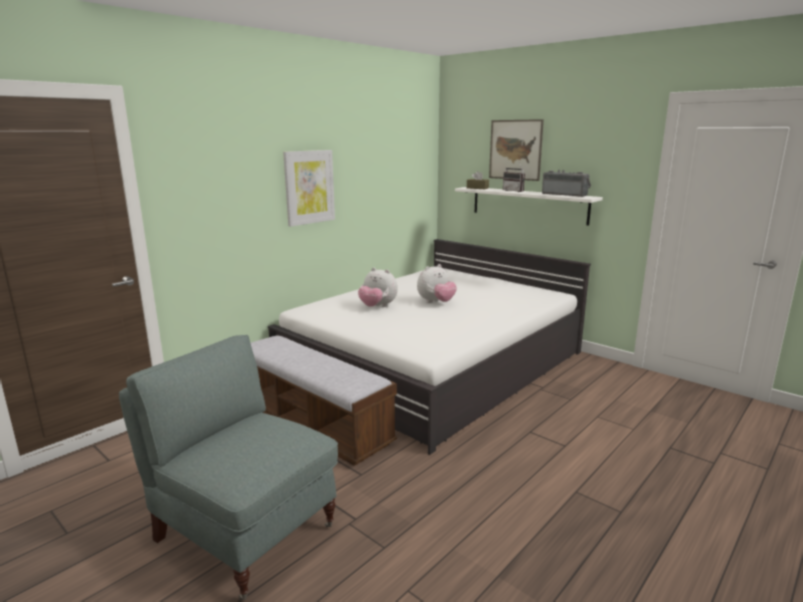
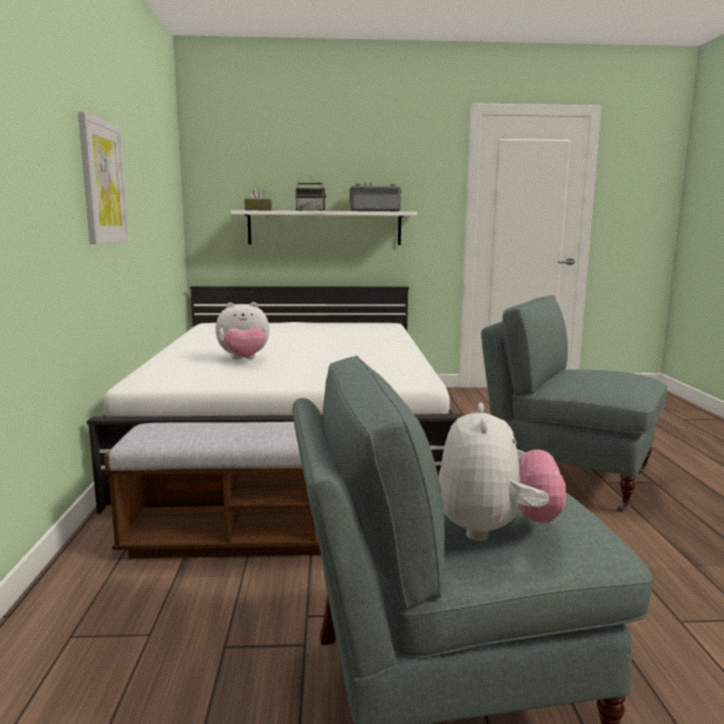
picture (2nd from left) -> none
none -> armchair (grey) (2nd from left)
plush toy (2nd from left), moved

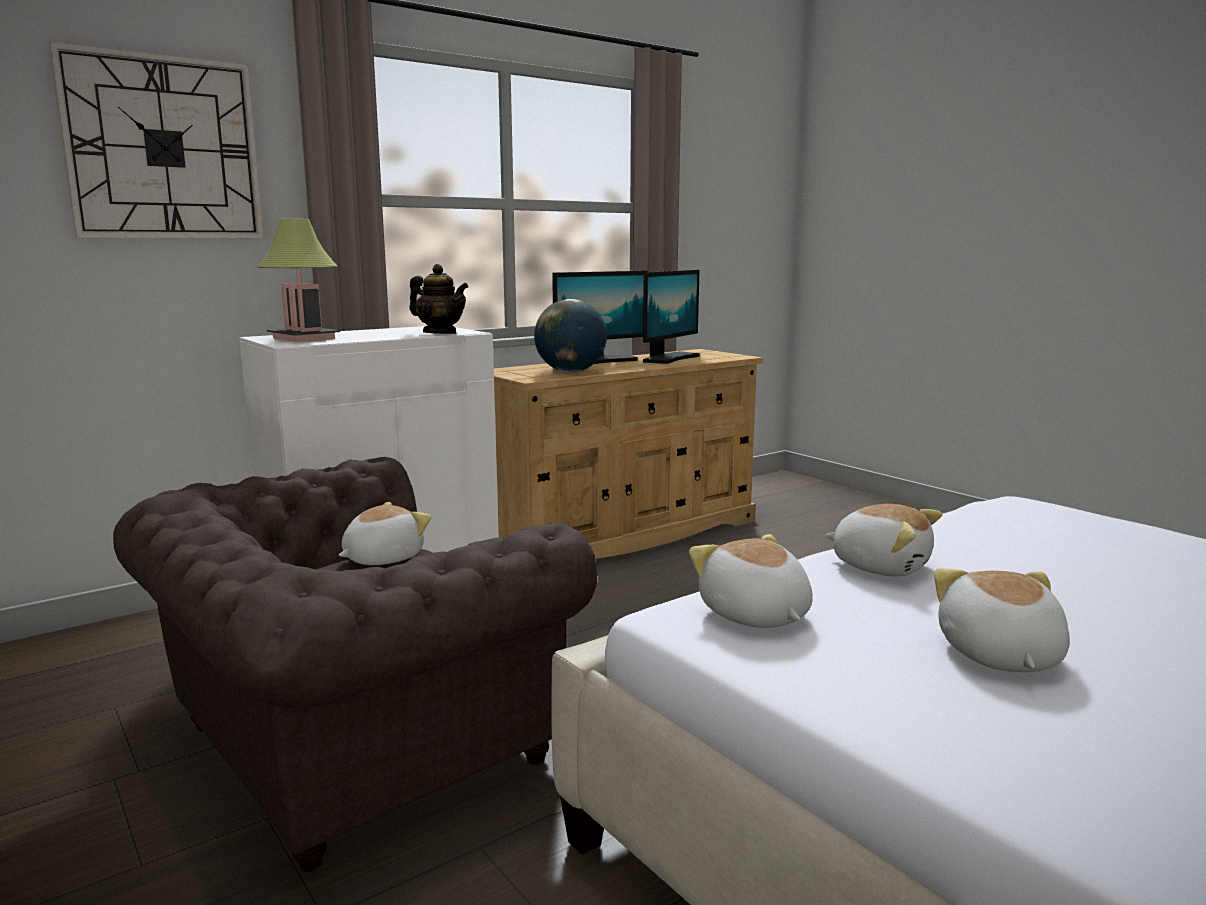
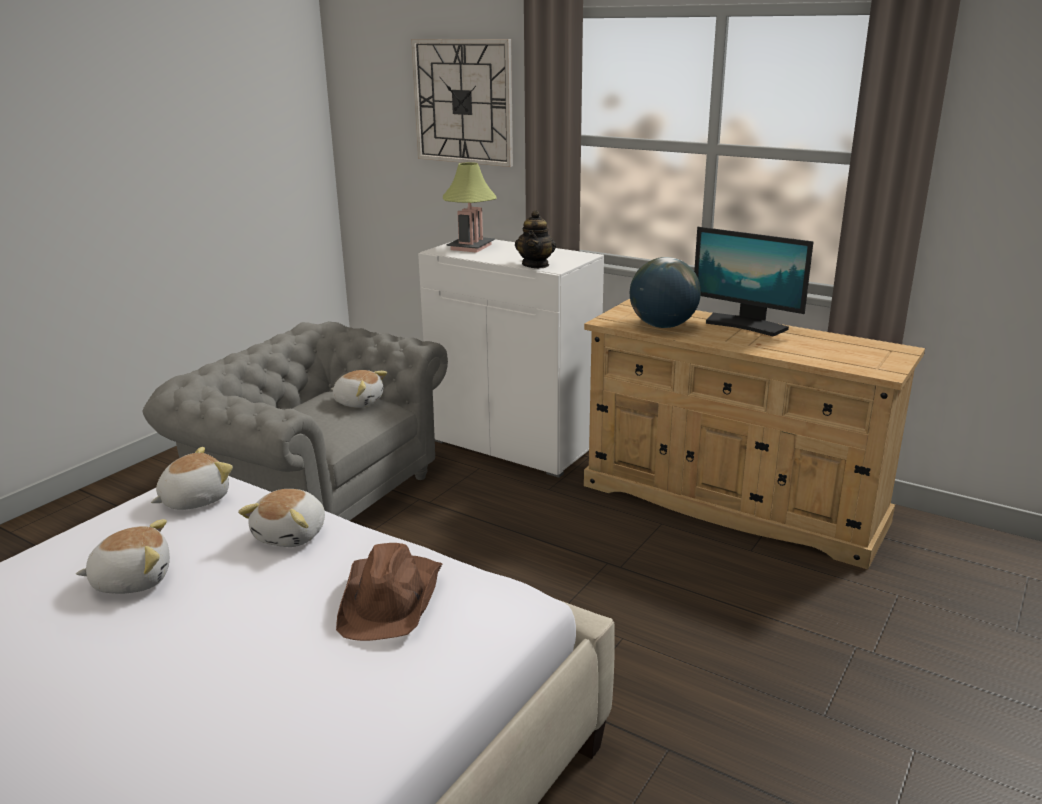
monitor (2nd from left) -> none
none -> hat (brown)
armchair (brown) -> armchair (grey)

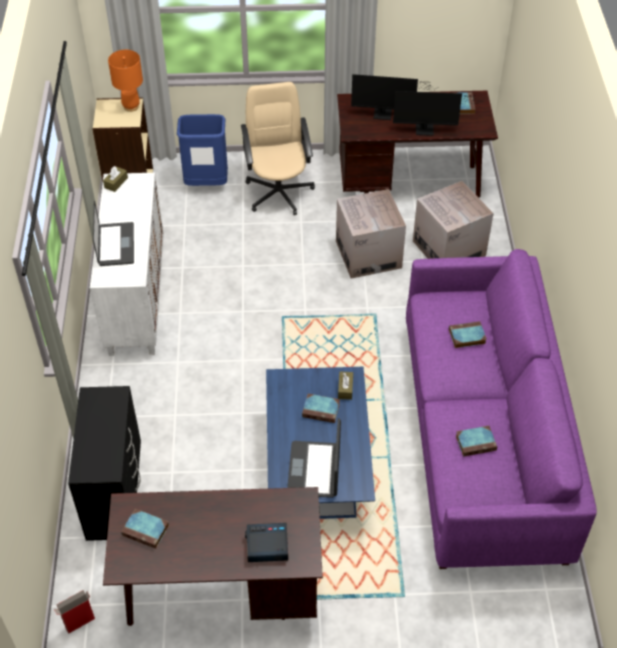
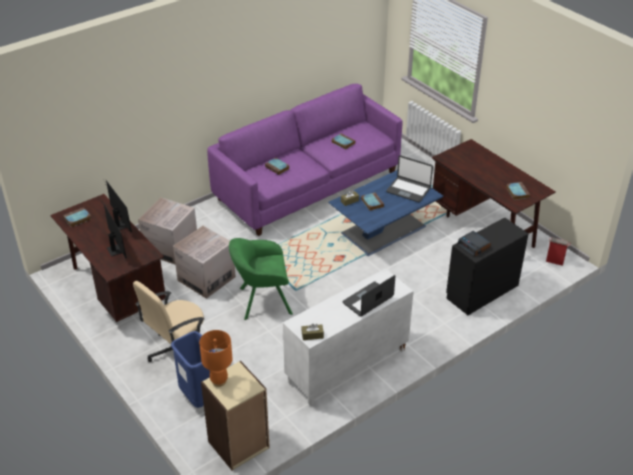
none -> armchair (green)
alarm clock, moved
laptop (2nd from left), 60 degrees clockwise

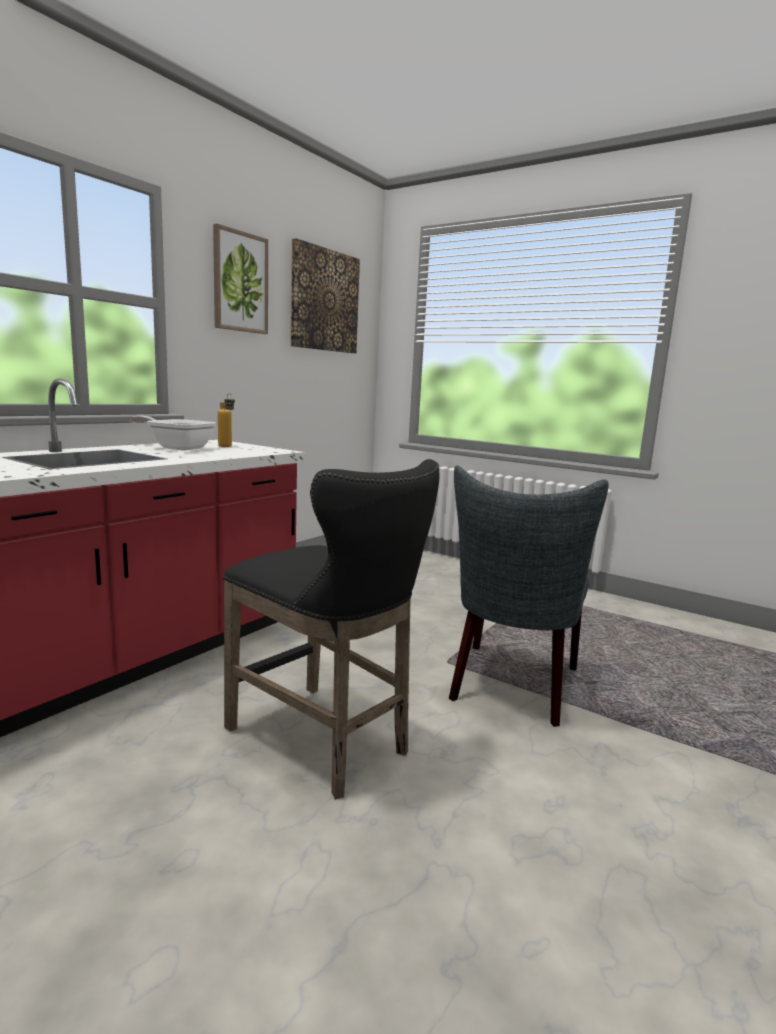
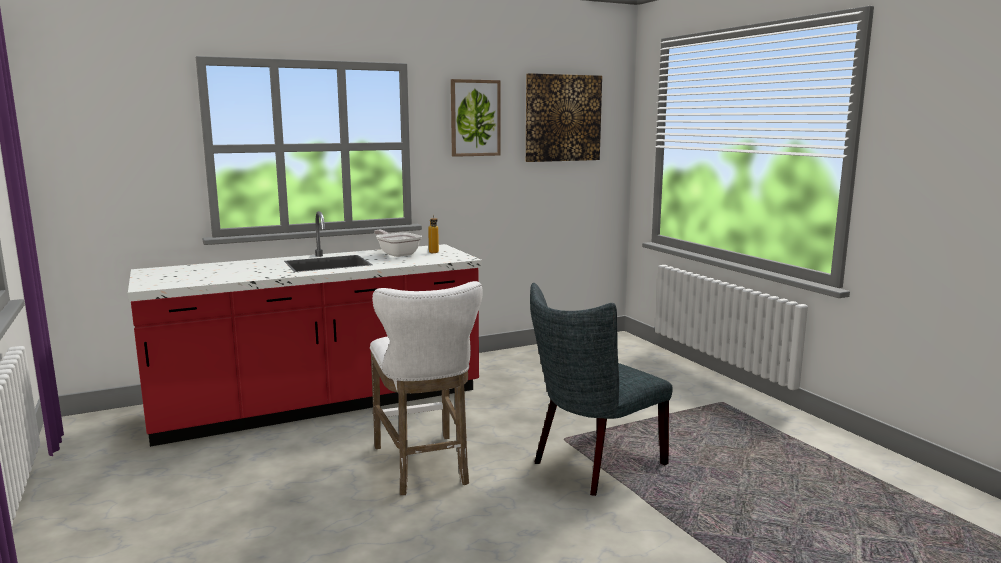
stool (black) -> stool (white)

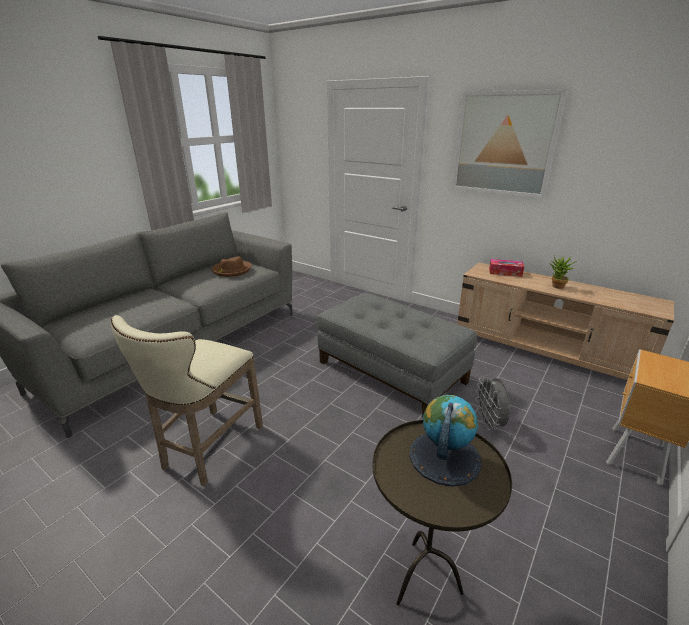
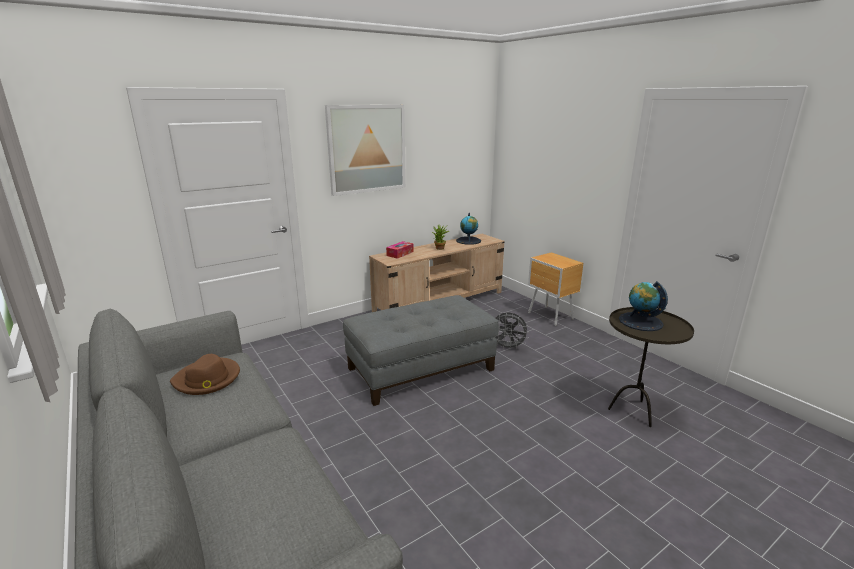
stool (beige) -> none
none -> globe (1st from left)

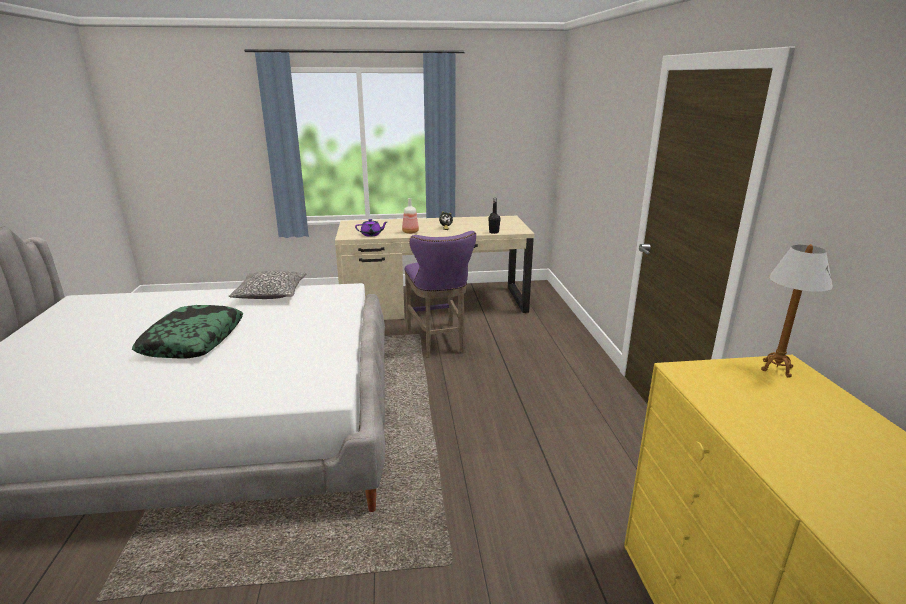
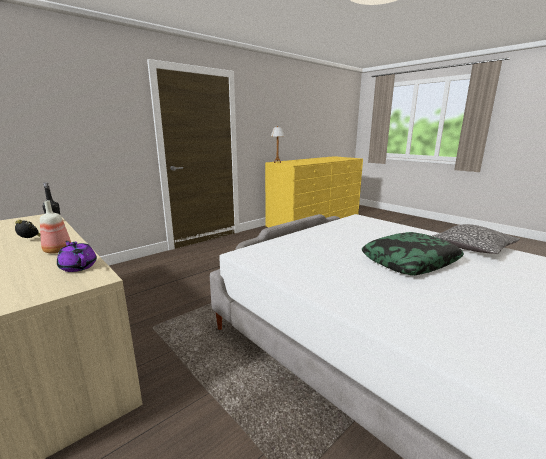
stool (purple) -> none
pillow (2nd from left), moved

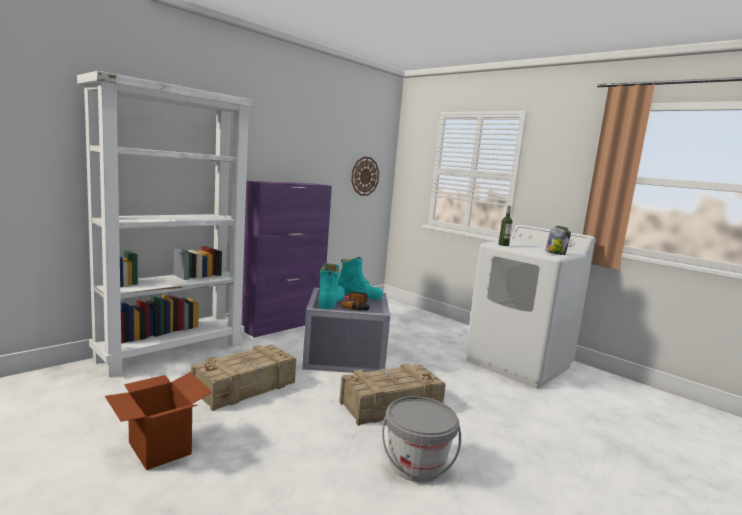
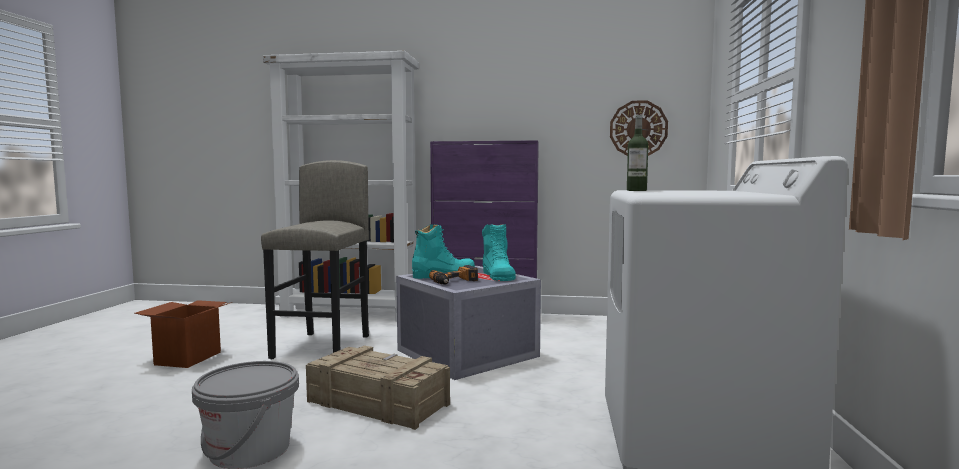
jar -> none
crate (1st from left) -> stool (grey)

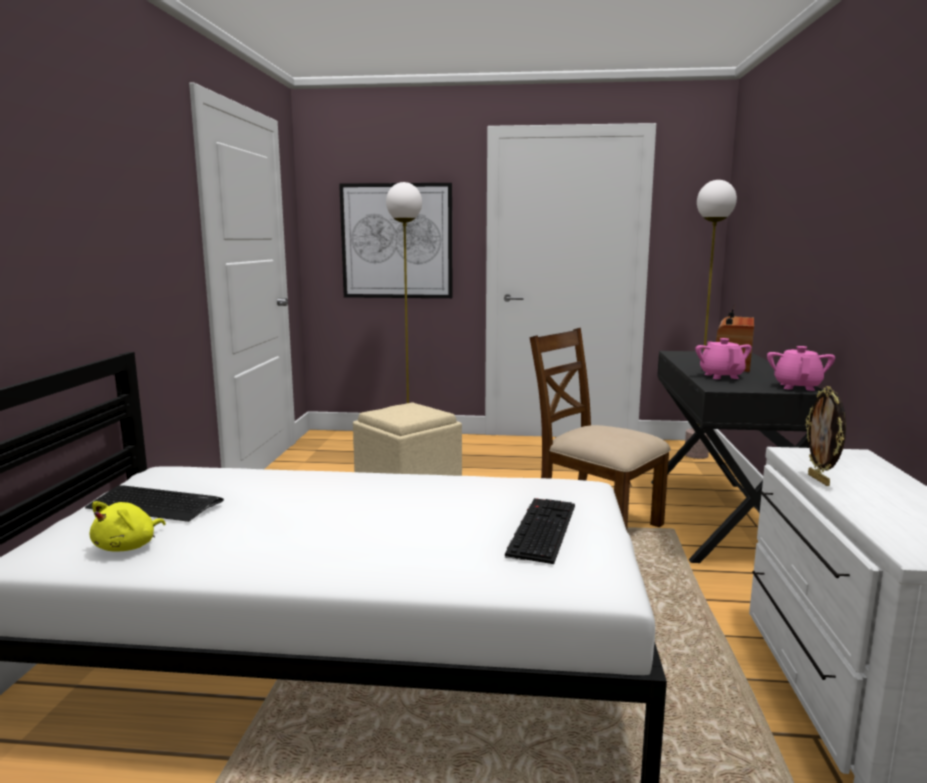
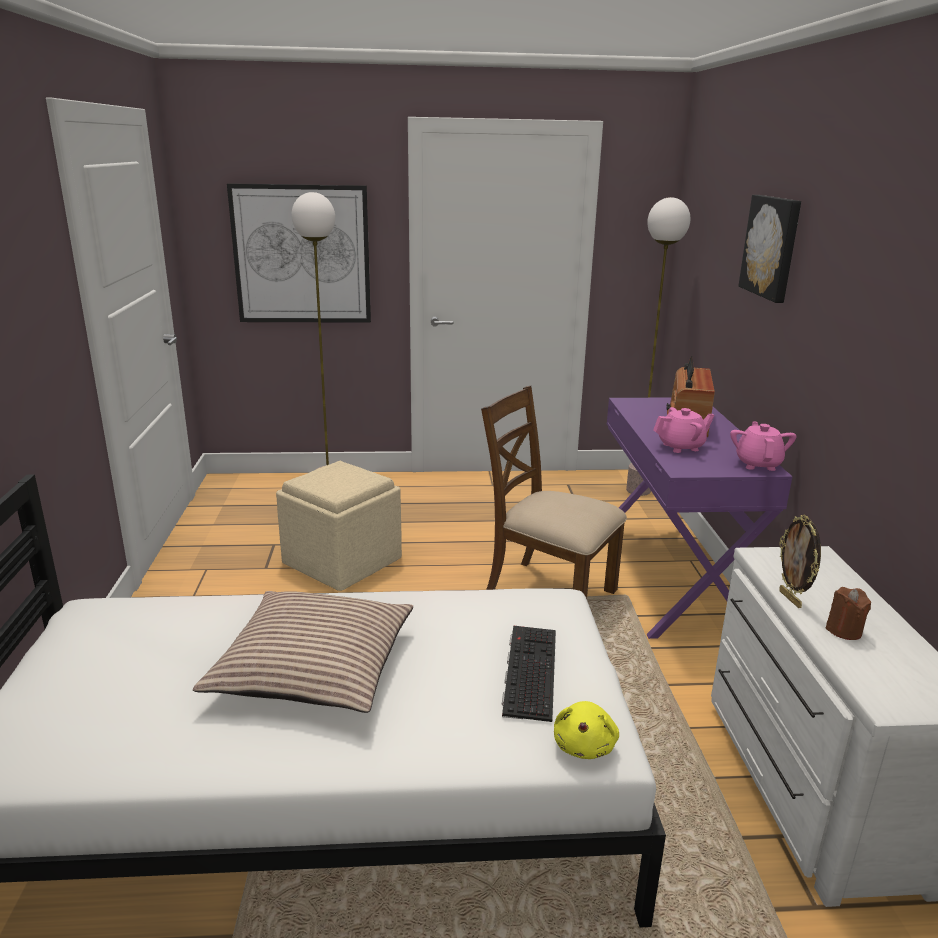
keyboard (1st from left) -> none
none -> pillow
none -> picture (2nd from left)
none -> candle (brown)
plush toy (yellow), moved
desk (black) -> desk (purple)
teapot (pink) (1st from left), 90 degrees clockwise

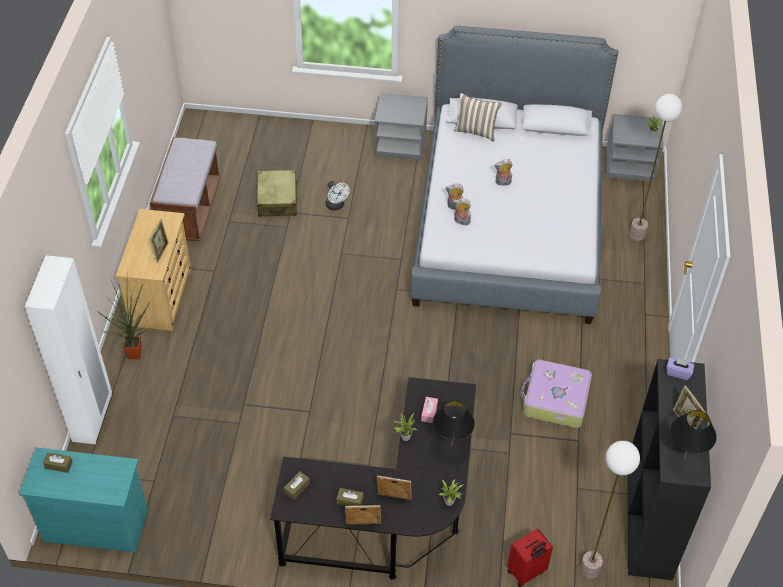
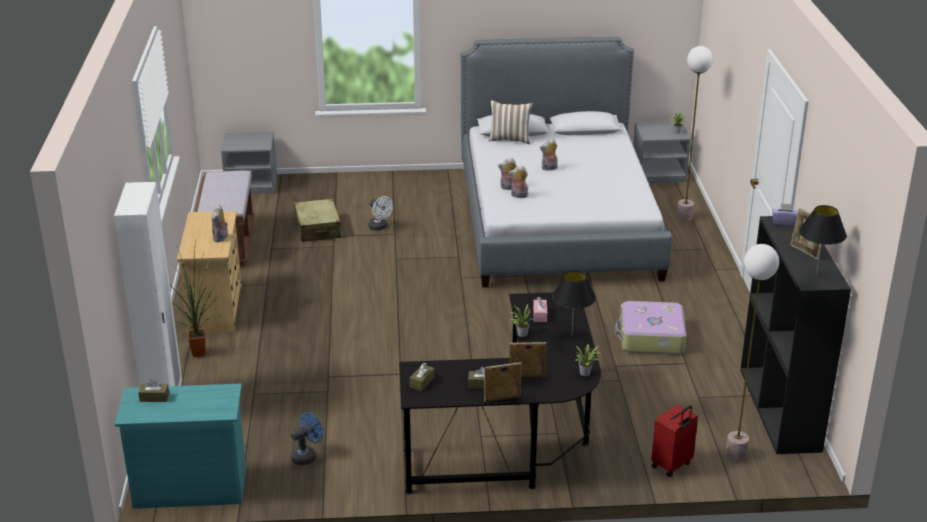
none -> fan (blue)
nightstand (grey) (1st from left), moved
picture frame (1st from left) -> plush toy (1st from left)

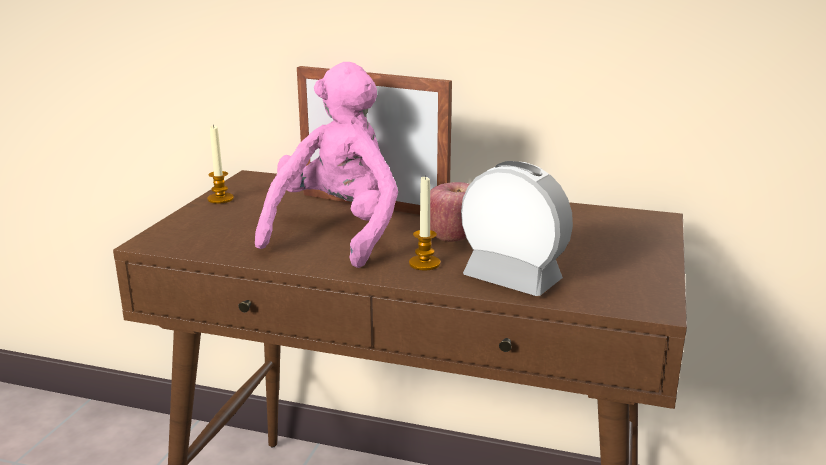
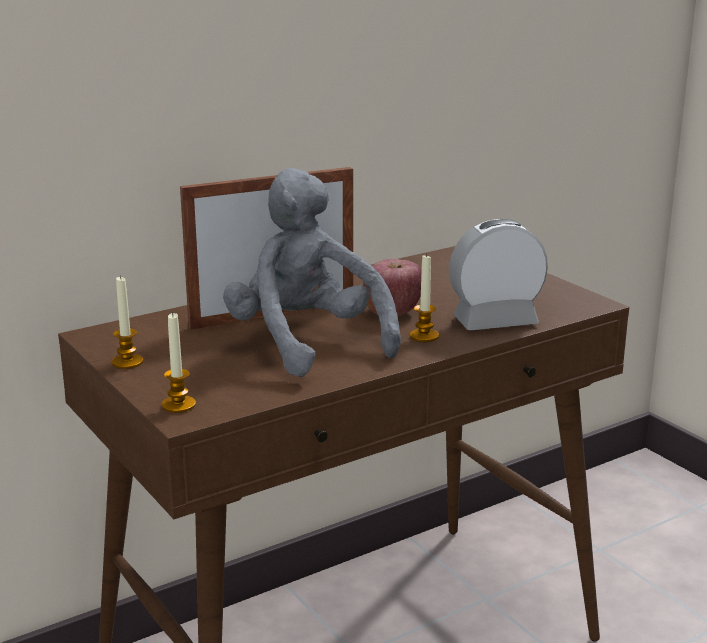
none -> candle (2nd from left)
plush toy (pink) -> plush toy (grey)

